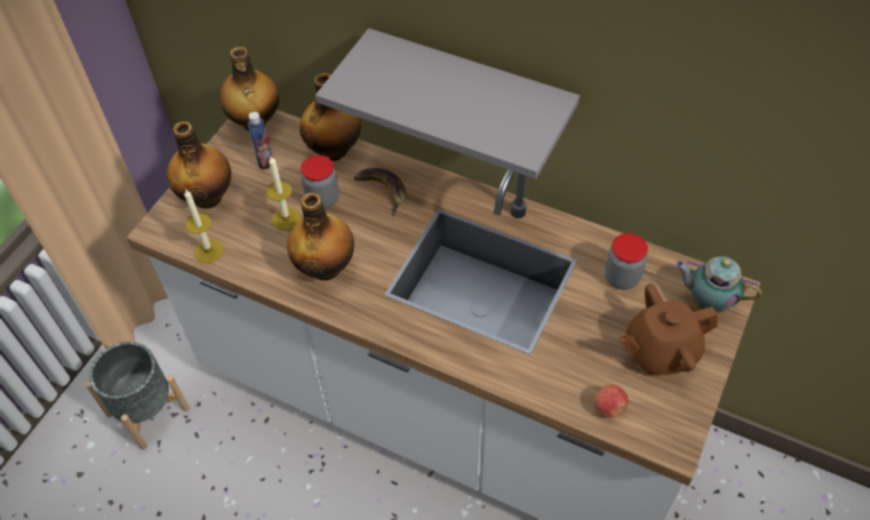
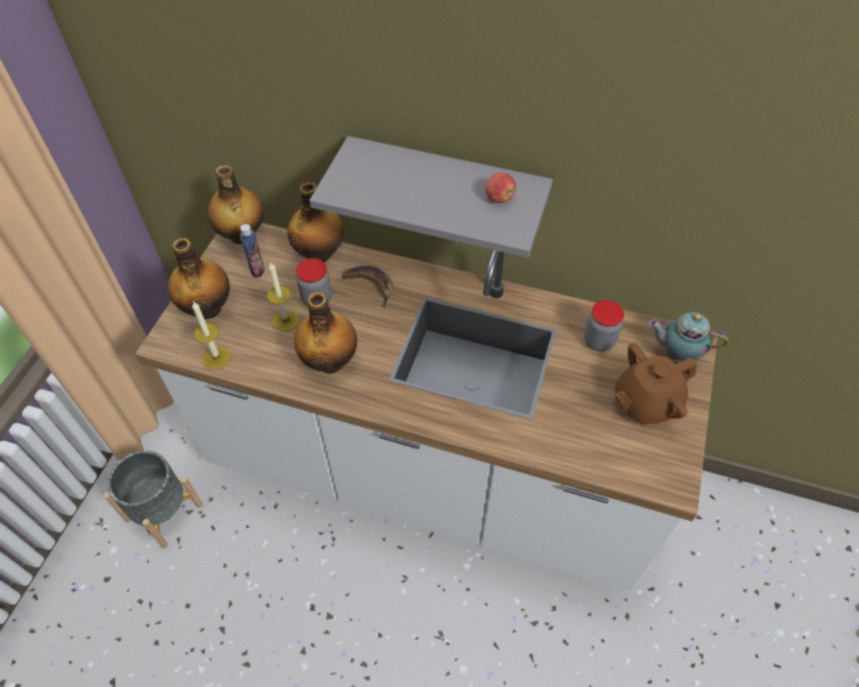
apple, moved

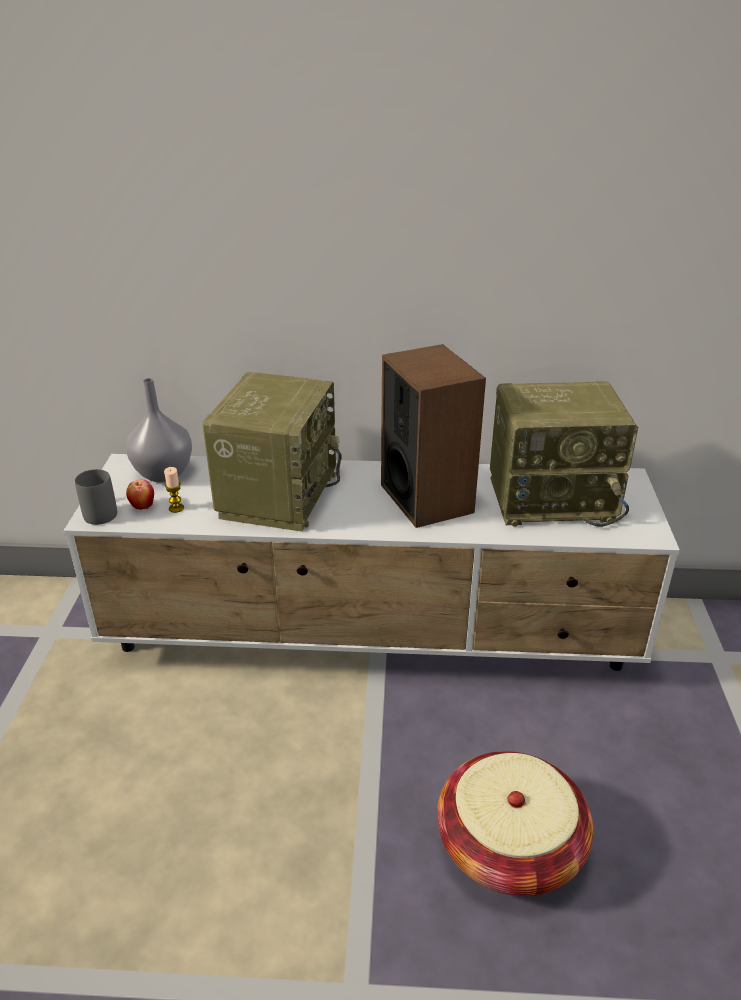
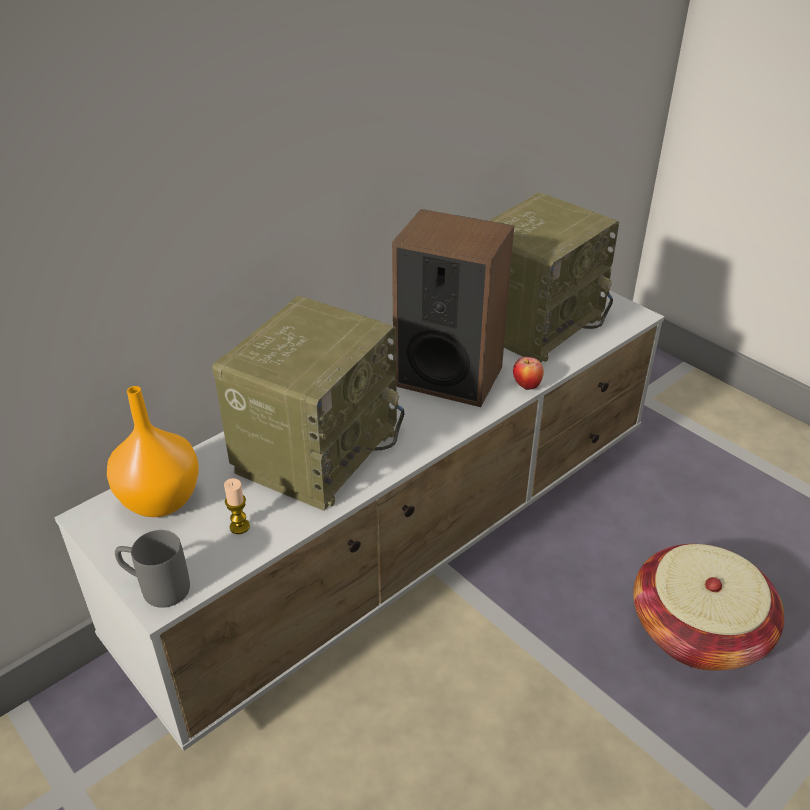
apple, moved
vase (grey) -> vase (orange)
radio (1st from left), 60 degrees clockwise

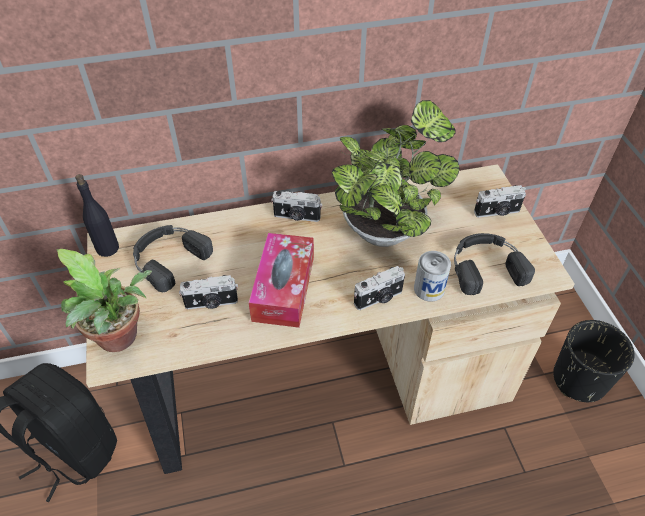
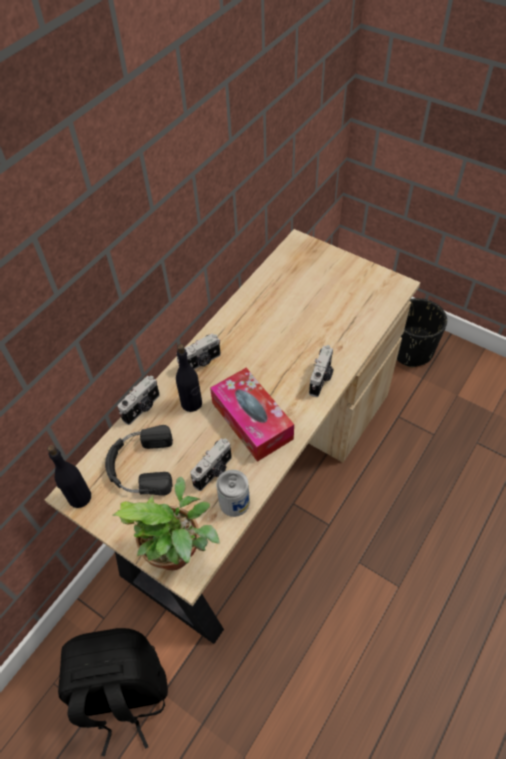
potted plant (2nd from left) -> none
headphones (black) (2nd from left) -> none
none -> bottle (black) (2nd from left)
can, moved
photo camera (4th from left in the first image) -> photo camera (1st from left), moved

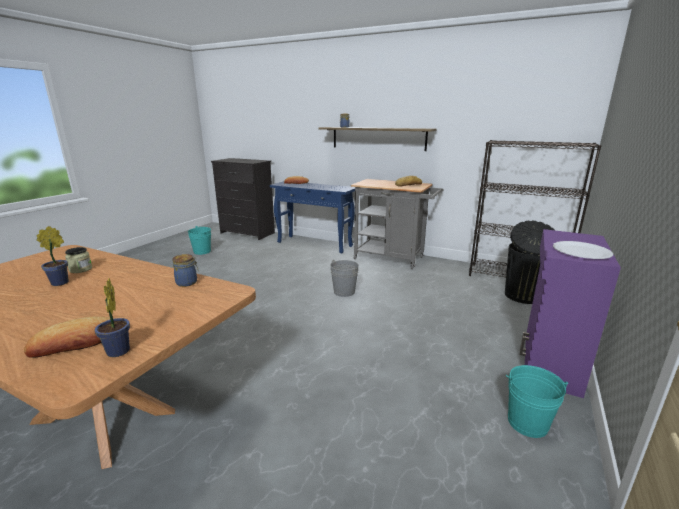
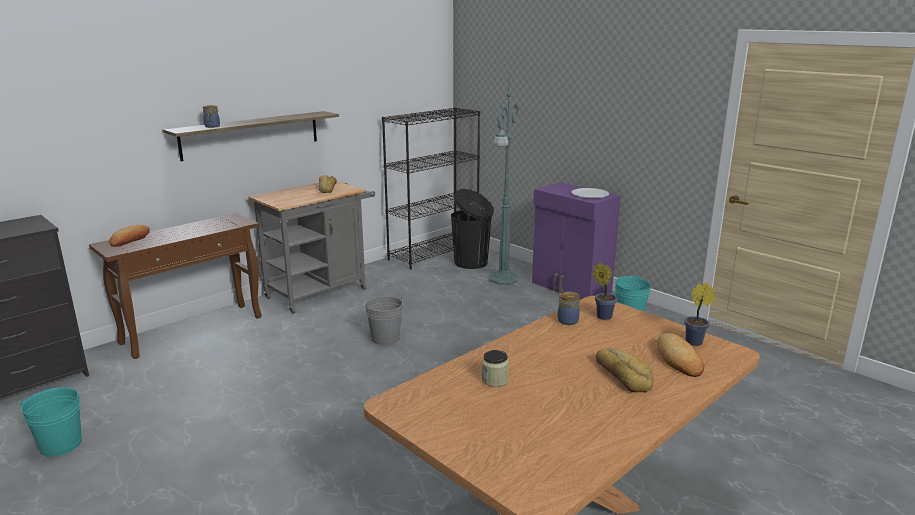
none -> floor lamp (green)
none -> bread (3rd from left)
potted plant (1st from left), moved
console table (blue) -> console table (brown)

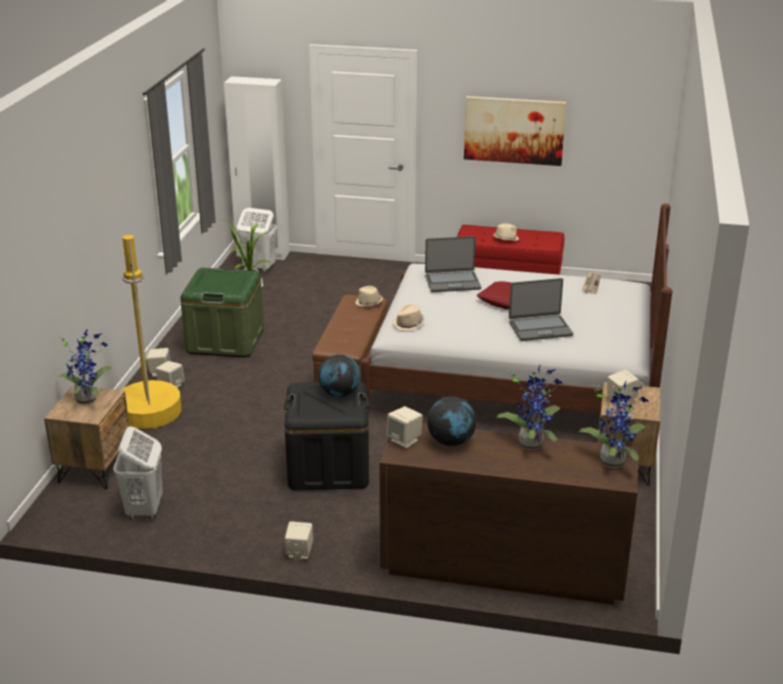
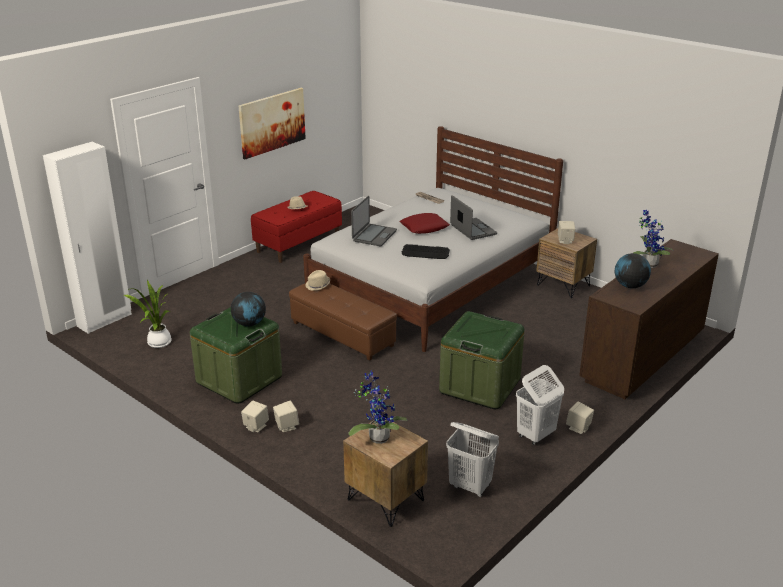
floor lamp (yellow) -> none
speaker (beige) (4th from left) -> none
hat (beige) (2nd from left) -> none
potted plant (4th from left) -> none
none -> keyboard
laundry basket (white) (2nd from left), moved
globe (1st from left), moved
storage box (black) -> storage box (green) (2nd from left)
laptop (2nd from left), 45 degrees counterclockwise

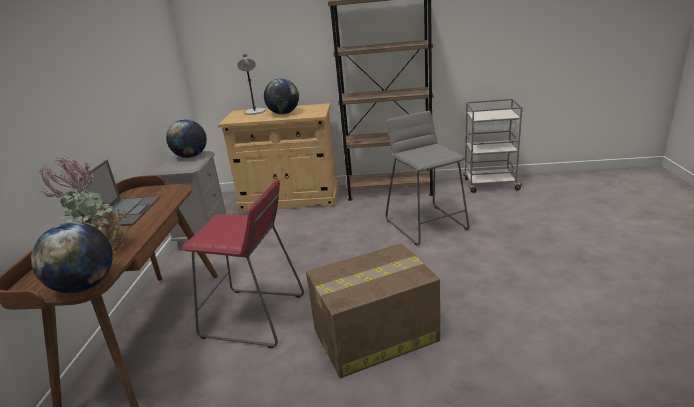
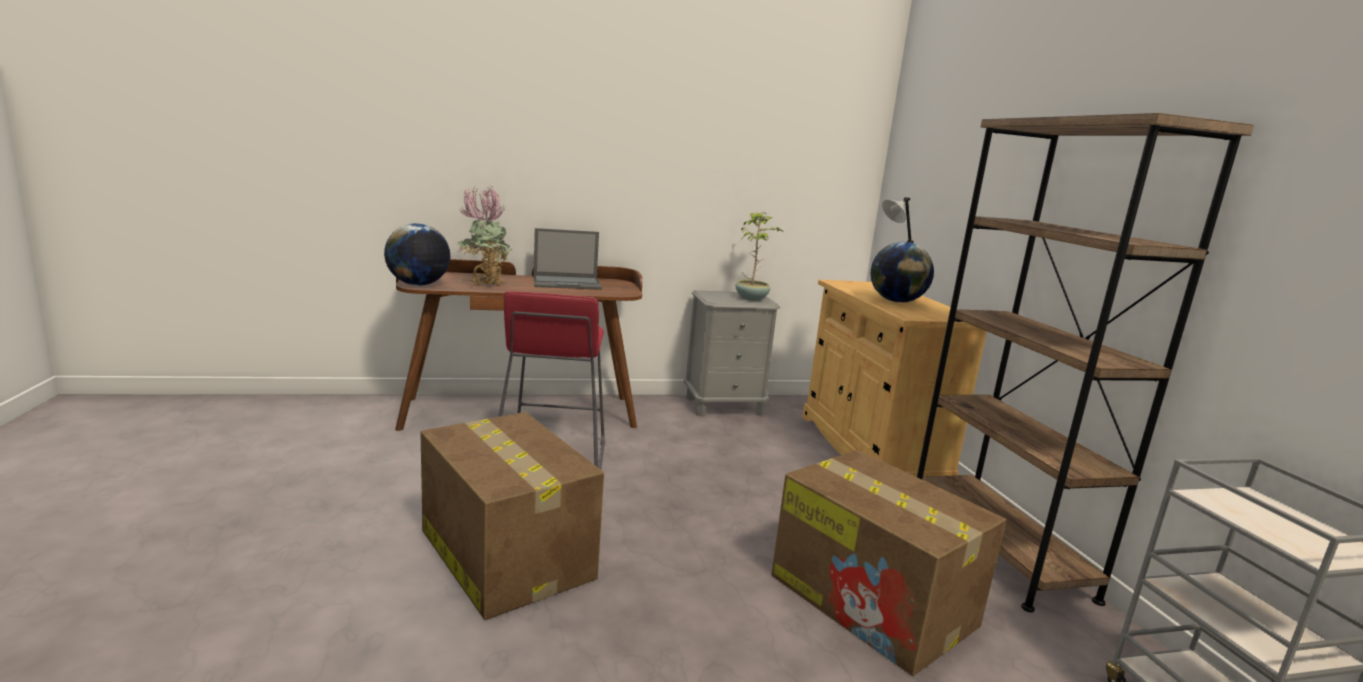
globe (2nd from left) -> potted plant (2nd from left)
stool (grey) -> cardboard box (2nd from left)

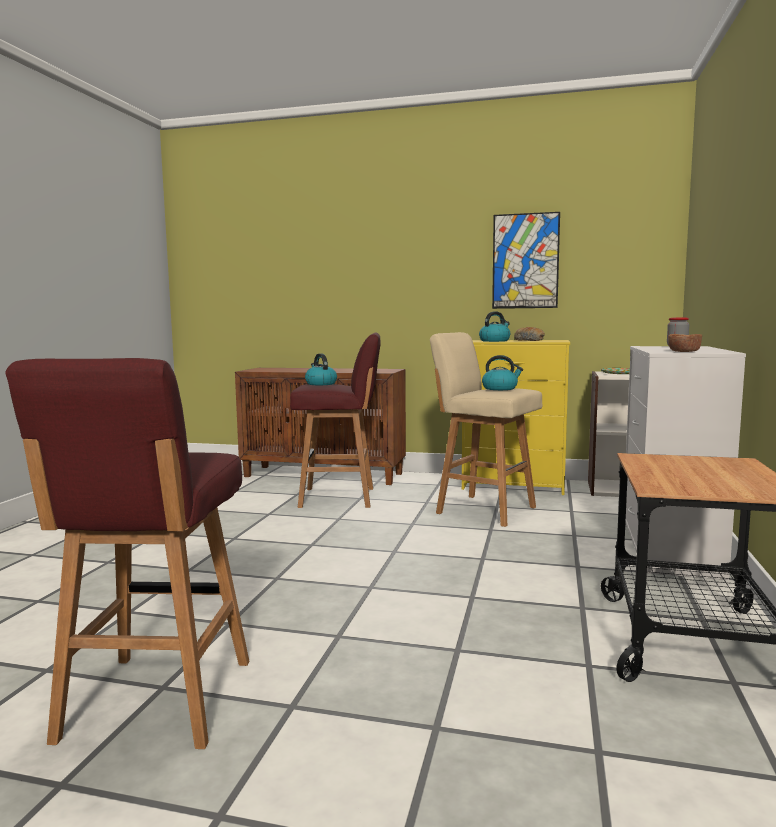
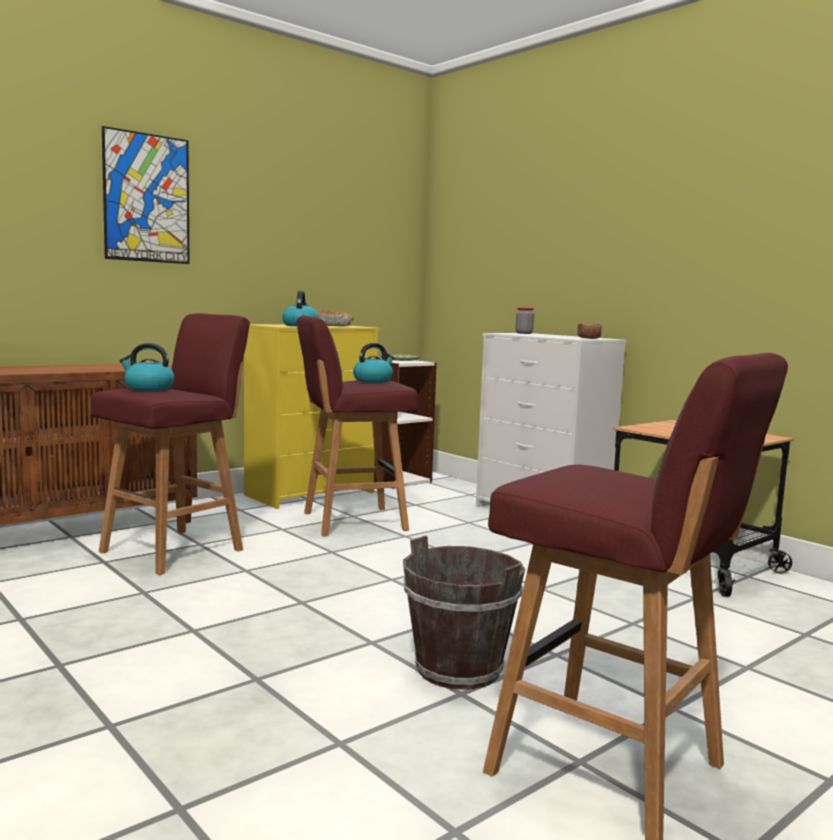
none -> bucket (brown)
picture, moved
stool (beige) -> stool (red) (2nd from left)

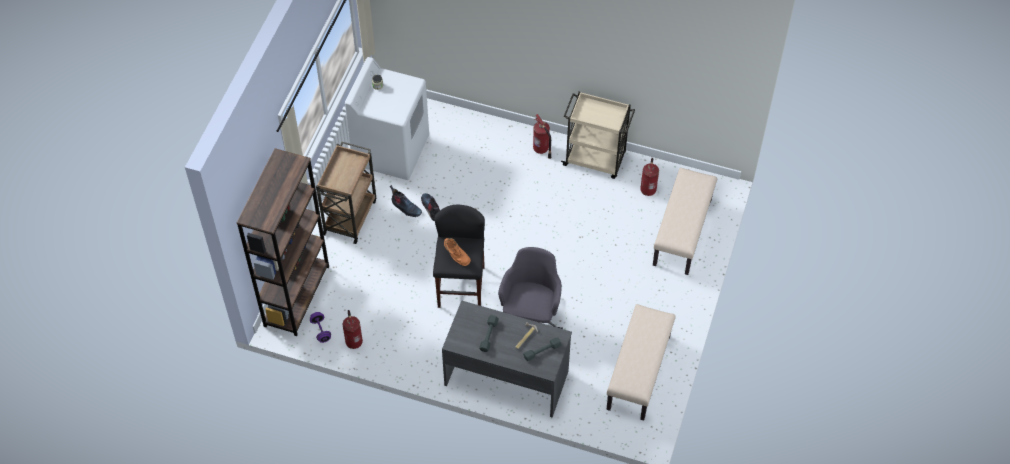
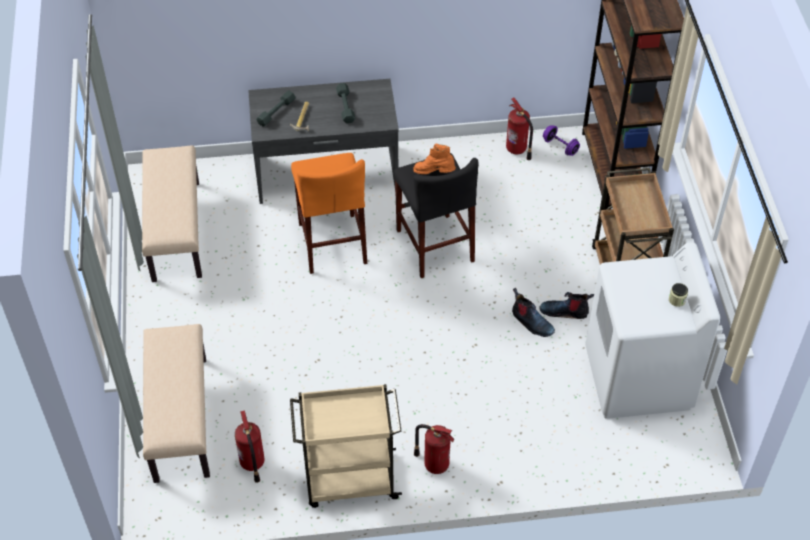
office chair (grey) -> stool (orange)

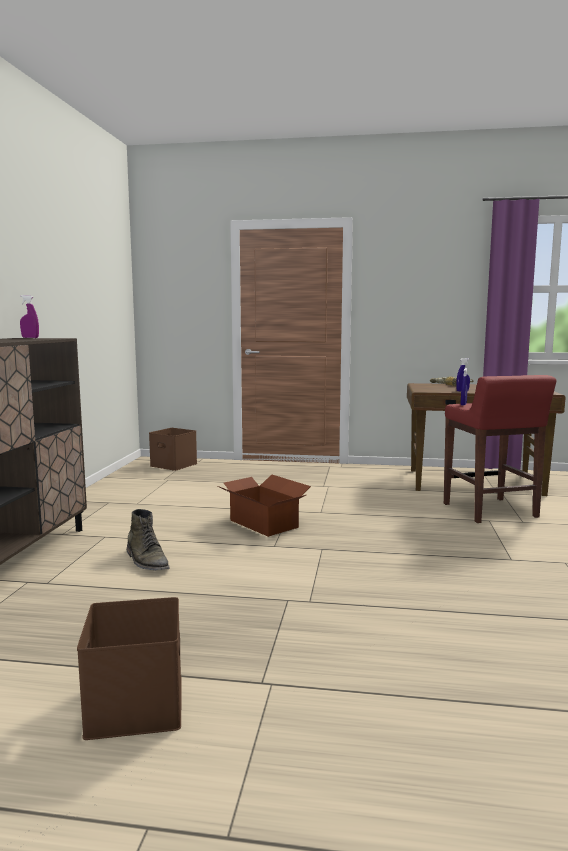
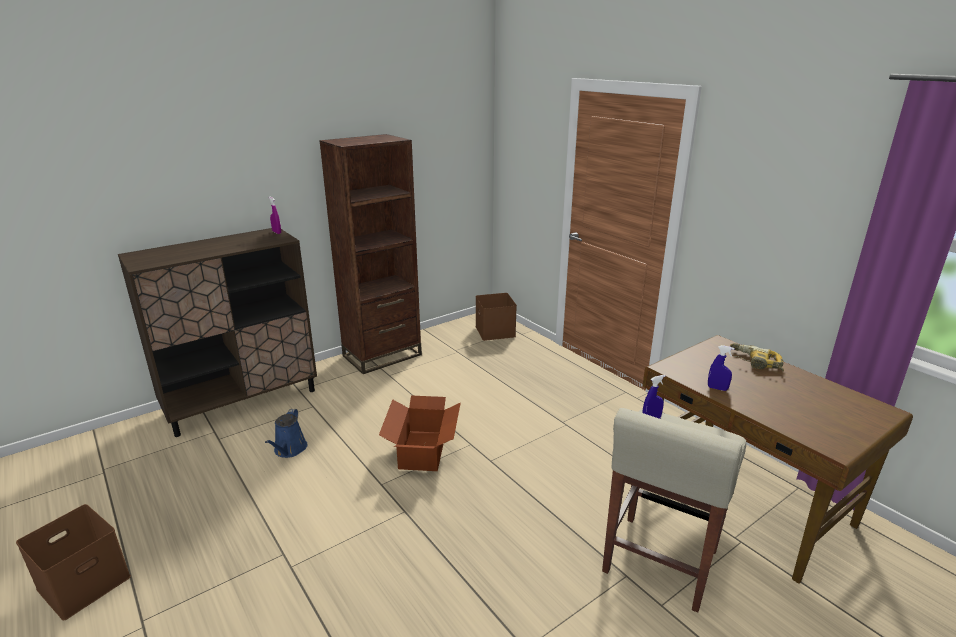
none -> bookcase (brown)
boot (green) -> watering can (blue)
stool (red) -> stool (beige)

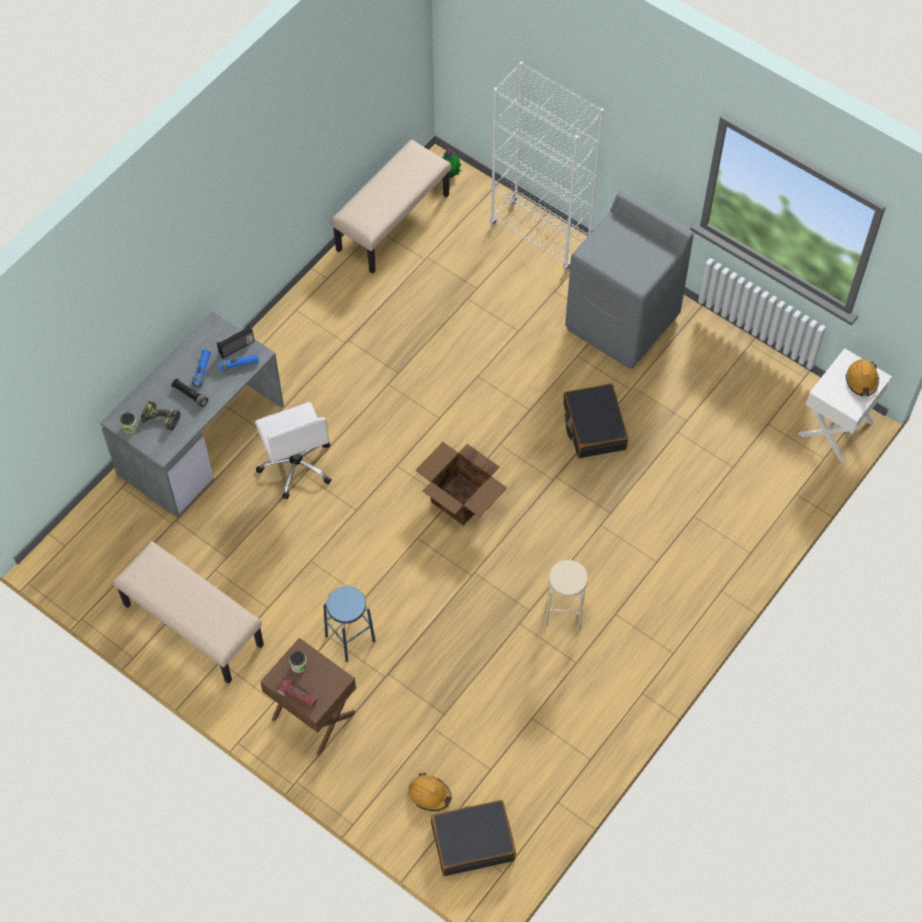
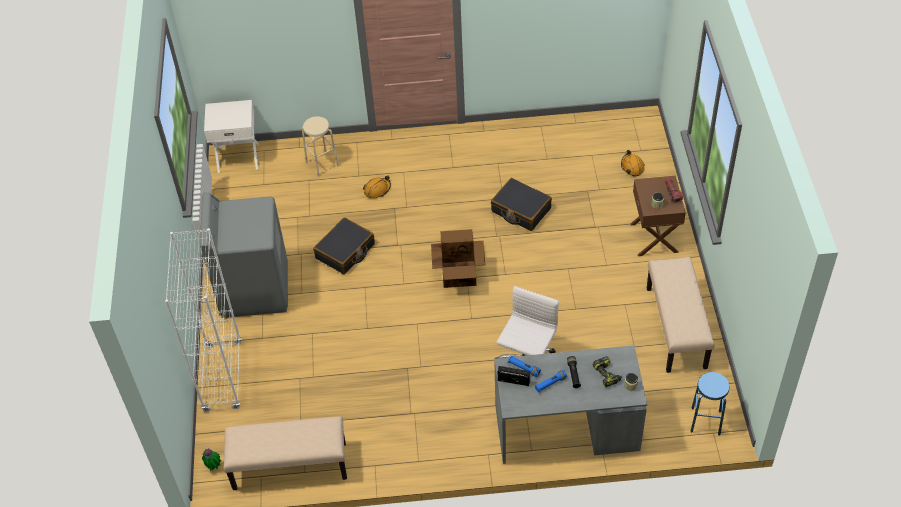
stool (blue), moved
suitcase (black) (1st from left in the first image) -> suitcase (black) (2nd from left), moved
stool (beige), moved
hard hat (orange) (2nd from left in the first image) -> hard hat (orange) (1st from left), moved

